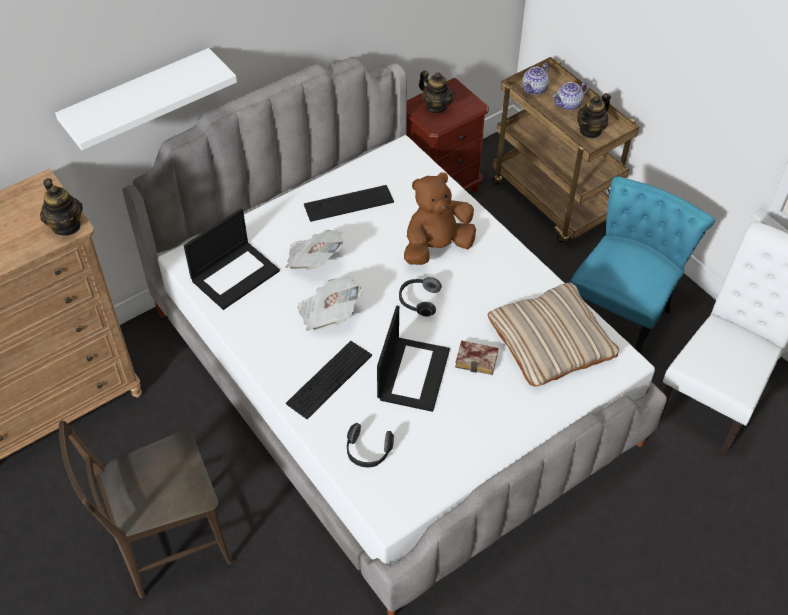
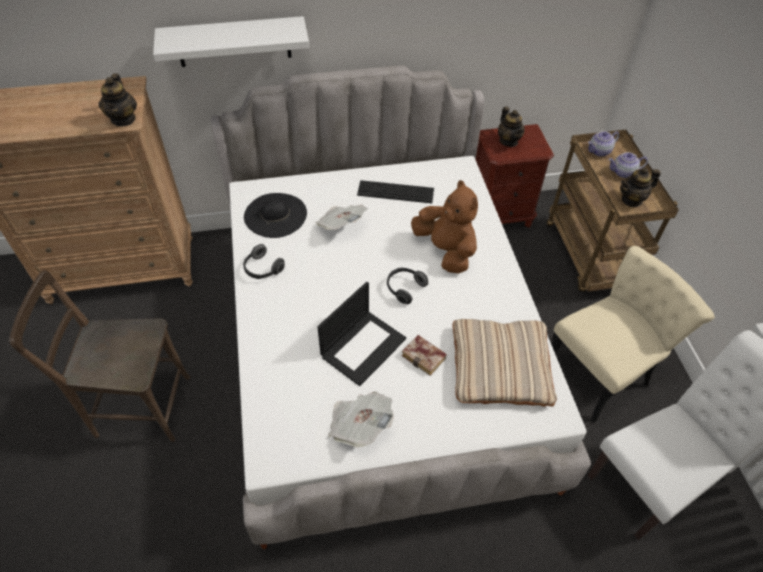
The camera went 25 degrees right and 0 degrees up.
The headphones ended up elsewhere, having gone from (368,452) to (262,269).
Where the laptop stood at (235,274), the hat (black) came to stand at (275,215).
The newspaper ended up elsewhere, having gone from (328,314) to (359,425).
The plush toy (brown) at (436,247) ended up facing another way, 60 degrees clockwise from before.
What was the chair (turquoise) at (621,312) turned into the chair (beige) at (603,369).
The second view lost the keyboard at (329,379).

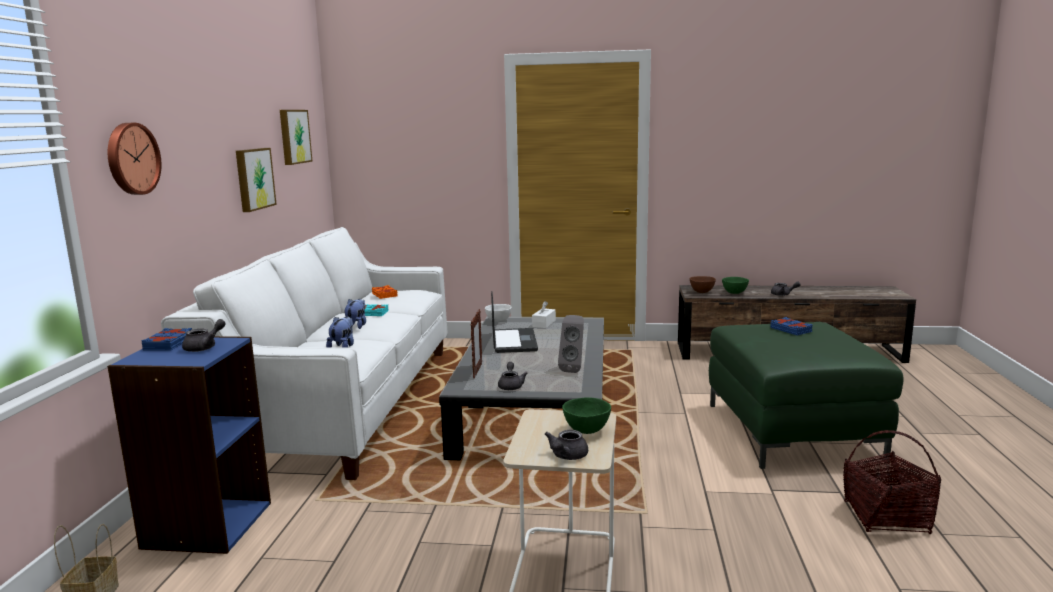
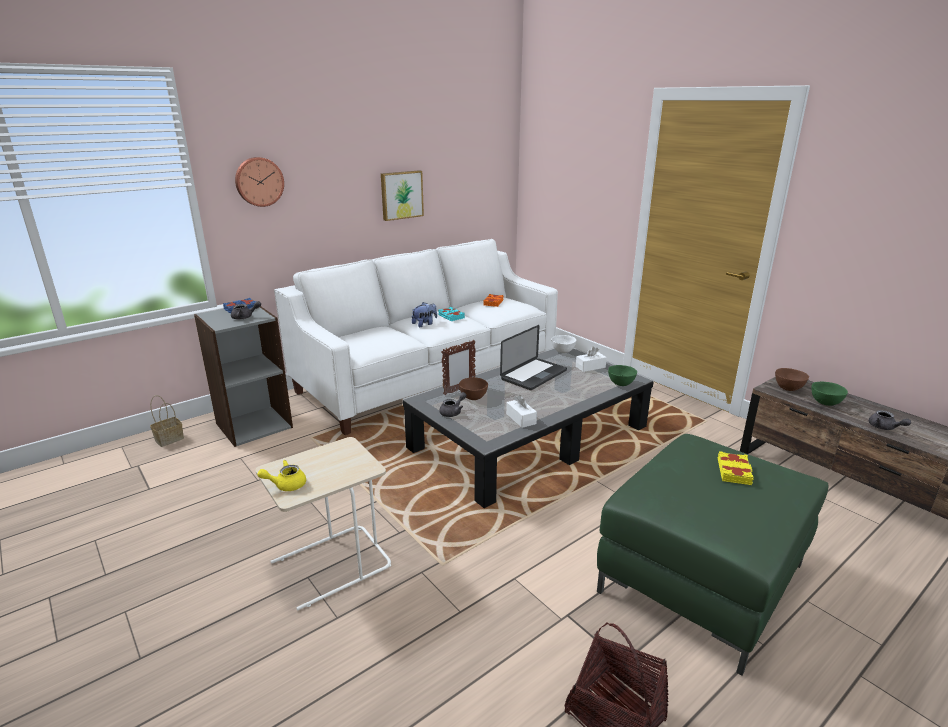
The camera went 45 degrees right and 10 degrees up.
What was the bookcase (blue) at (207,525) turned into the bookcase (grey) at (254,425).
What was the teapot (grey) at (566,456) turned into the teapot (yellow) at (286,485).
The second view gained the bowl (brown) at (473,397).
Where the speaker (grey) stood at (574,369), the tissue box (white) came to stand at (521,419).
The bowl (green) ended up elsewhere, having gone from (586,431) to (620,384).
What was the book (blue) at (791,329) turned into the book (yellow) at (734,472).
The second view lost the picture at (293,136).
The second view lost the plush toy at (343,347).

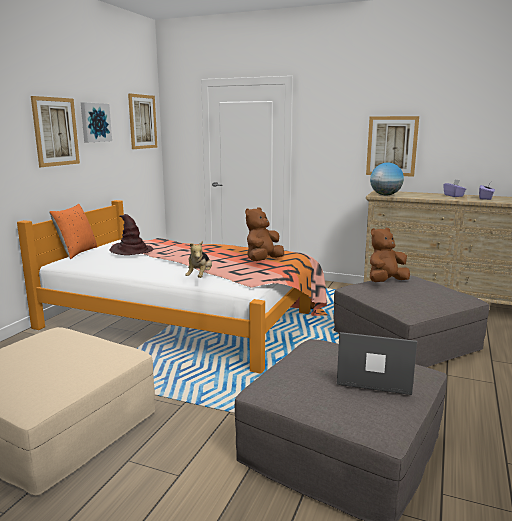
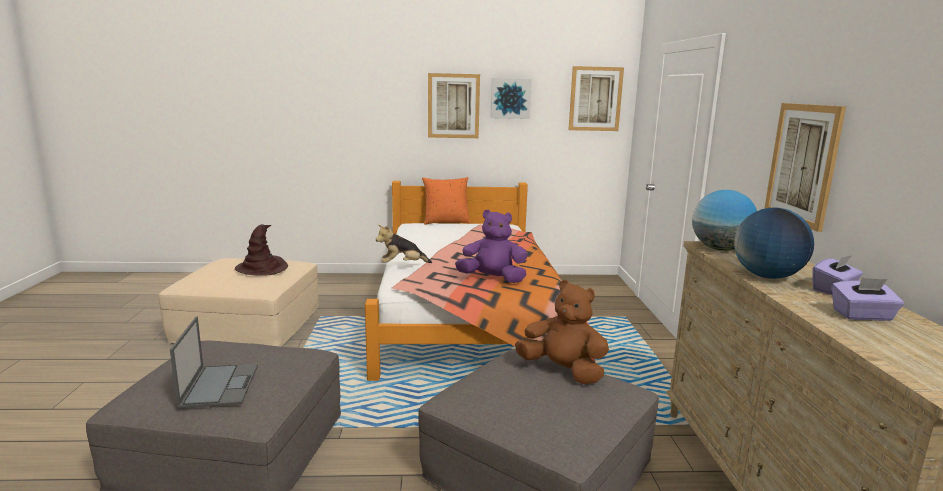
The camera went 65 degrees right and 0 degrees up.
The hat (brown) ended up elsewhere, having gone from (131,251) to (262,268).
What was the plush toy (brown) at (263,261) turned into the plush toy (purple) at (492,279).
The second view gained the globe at (767,276).

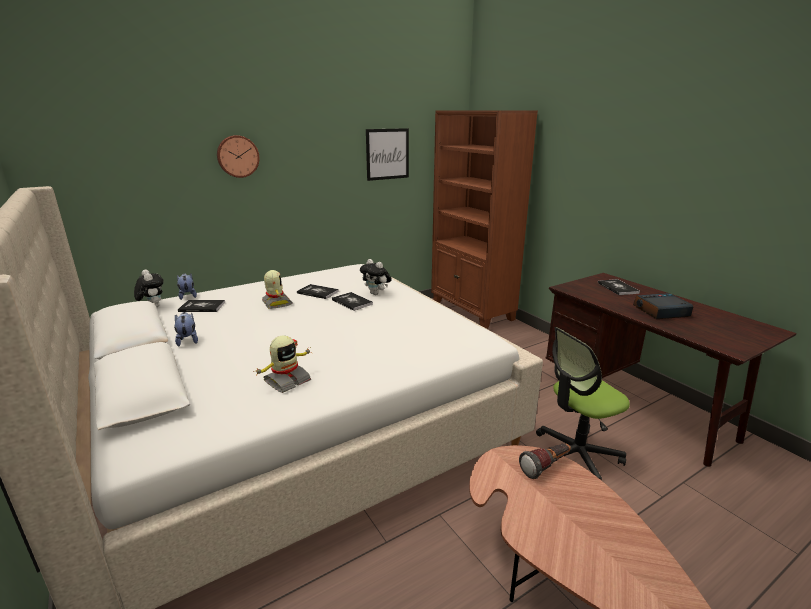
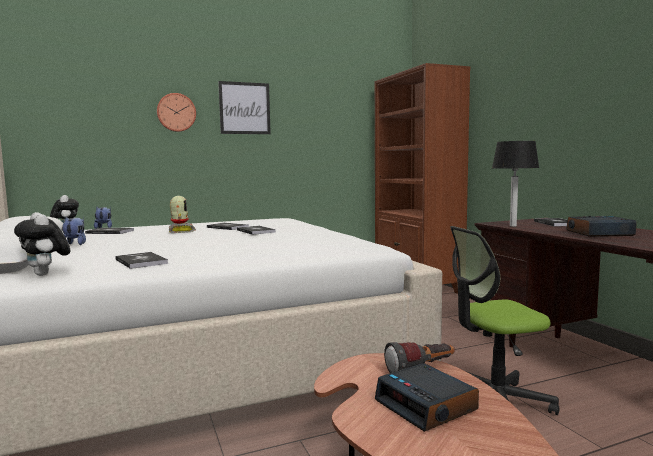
The camera went 10 degrees right and 15 degrees down.
The plush toy ended up elsewhere, having gone from (376,294) to (46,274).
Where the toy robot stood at (286,381), the book came to stand at (141,261).
The picture ended up elsewhere, having gone from (387,154) to (244,108).
The second view gained the alarm clock at (427,406).
The second view gained the table lamp at (513,226).

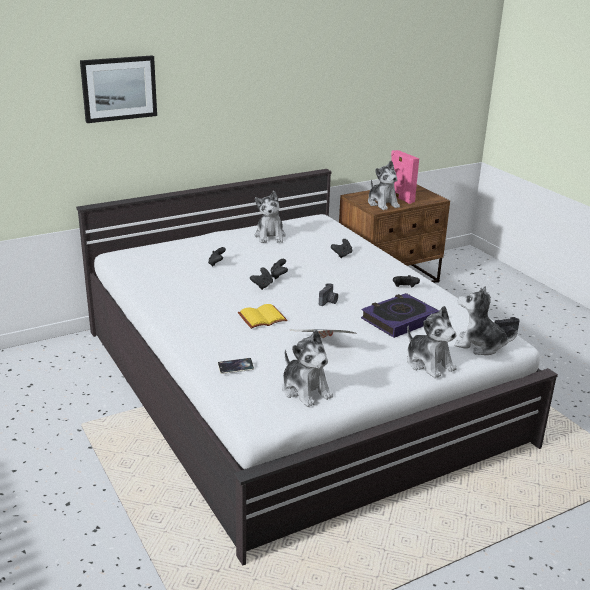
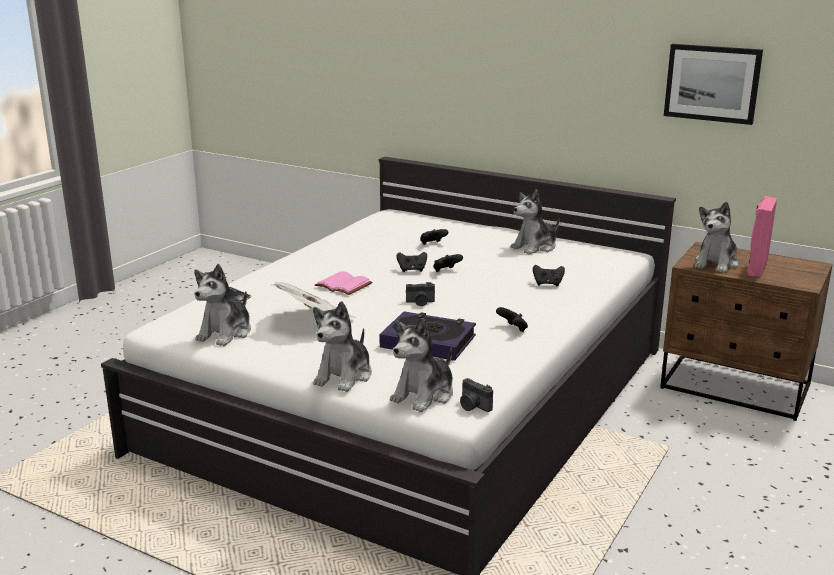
The camera went 60 degrees right and 5 degrees down.
What was the book (yellow) at (262,319) turned into the book (pink) at (342,286).
The plush toy at (479,345) ended up facing another way, 135 degrees counterclockwise from before.
The picture ended up elsewhere, having gone from (119,88) to (712,83).

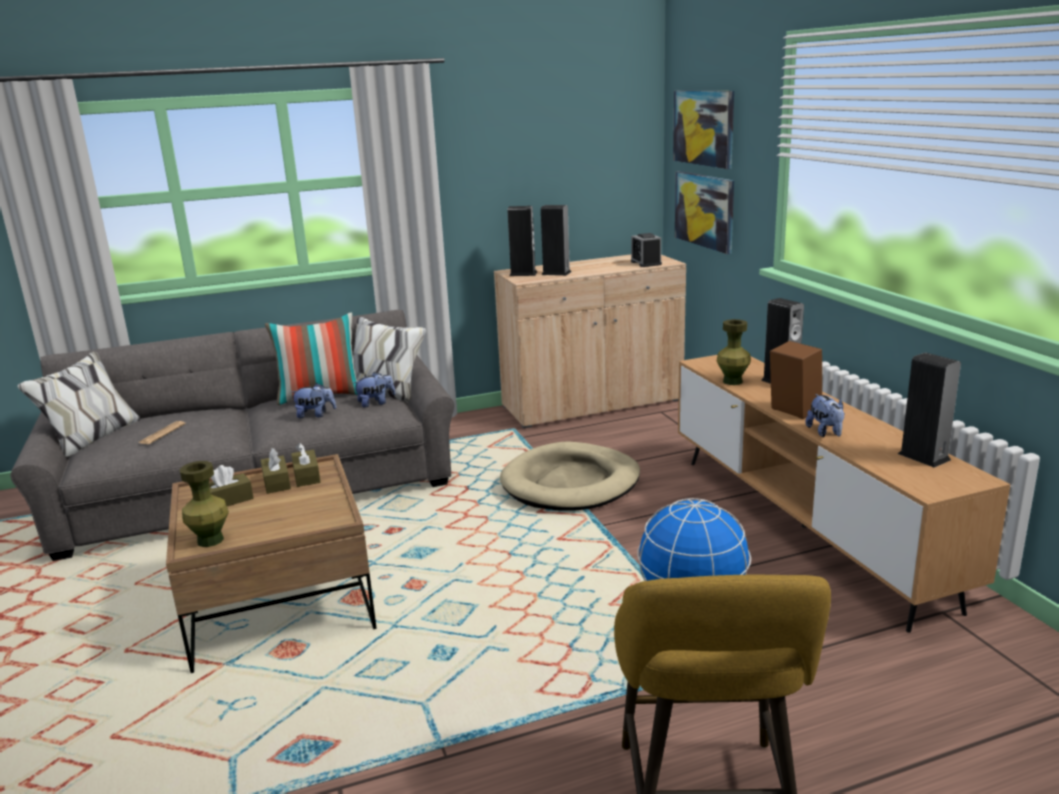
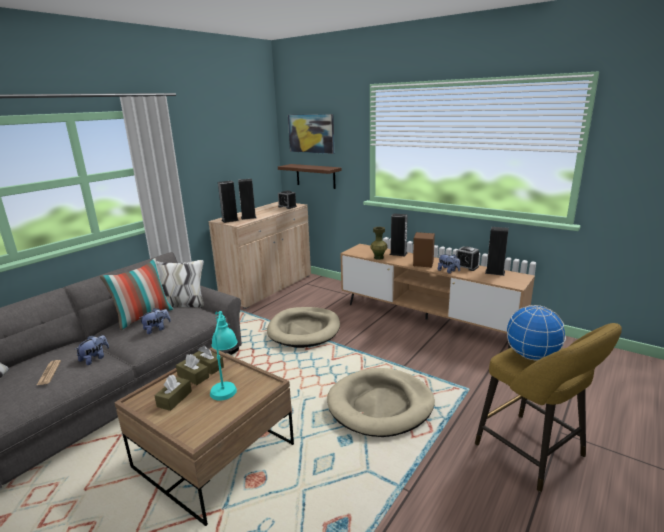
The camera went 35 degrees left and 0 degrees up.
The plush toy ended up elsewhere, having gone from (376,403) to (95,358).
The second view gained the table lamp (turquoise) at (226,384).
Where the picture hung at (704,210), the shelf (brown) came to hang at (315,176).
The second view gained the dog bed (beige) at (380,405).
The second view gained the alarm clock at (466,267).
The second view lost the vase (green) at (211,540).

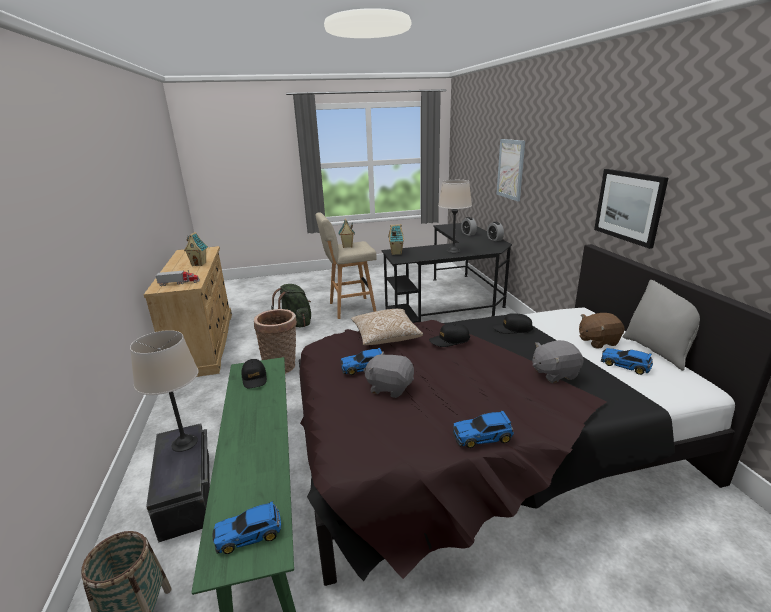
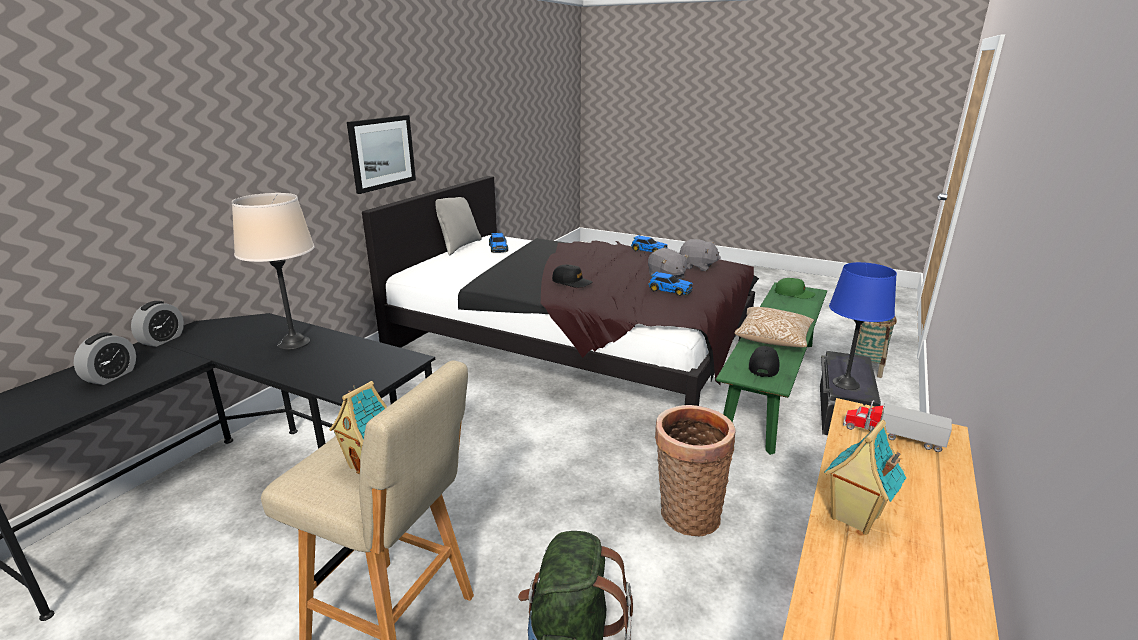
The camera went 140 degrees left and 0 degrees up.
The plush toy (grey) ended up elsewhere, having gone from (554,373) to (697,267).
The pillow ended up elsewhere, having gone from (385,337) to (773,339).
Where the toy car stood at (250,534), the cap (green) came to stand at (794,294).
What was the table lamp (beige) at (185,443) turned into the table lamp (blue) at (845,383).
The second view lost the toy house at (396,253).
The second view lost the cap (black) at (512,329).
The second view lost the picture at (510,169).
The second view lost the plush toy (brown) at (597,341).

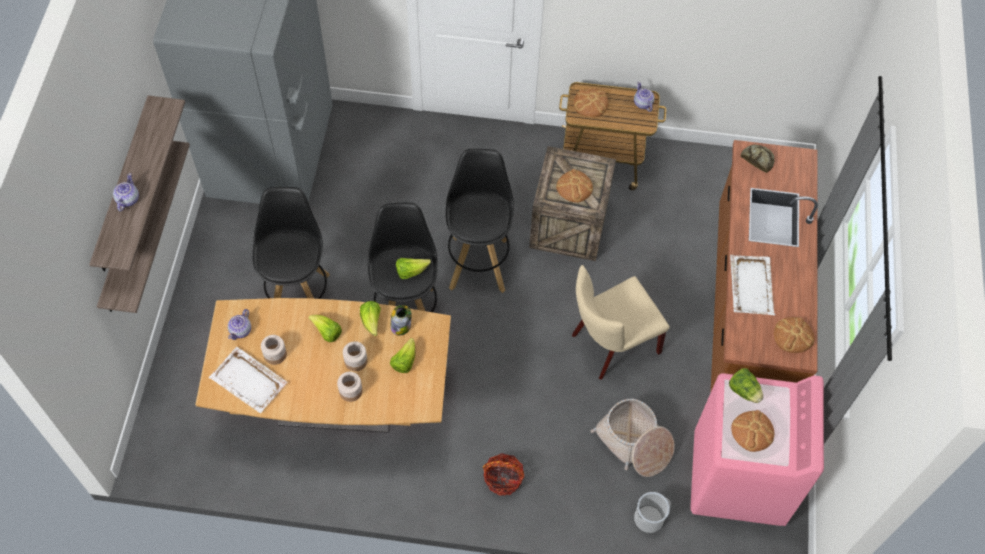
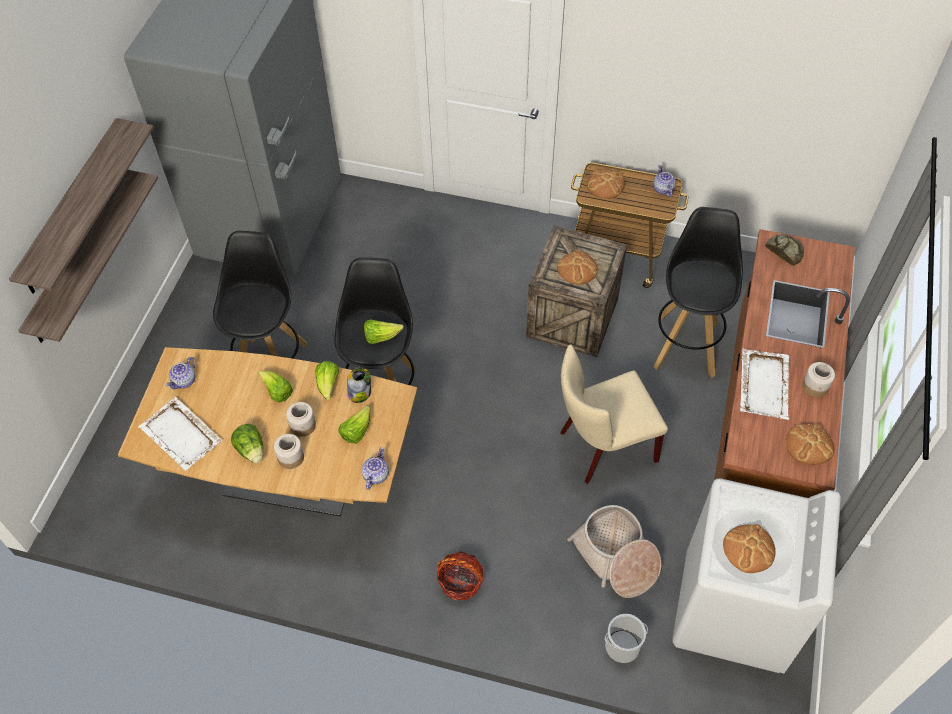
The camera went 10 degrees right and 5 degrees down.
The lettuce ended up elsewhere, having gone from (744,391) to (251,450).
The teapot ended up elsewhere, having gone from (127,199) to (375,475).
The stool (black) ended up elsewhere, having gone from (478,262) to (686,344).
What was the washing machine (pink) at (738,478) turned into the washing machine (white) at (733,612).
The jar ended up elsewhere, having gone from (275,354) to (815,386).

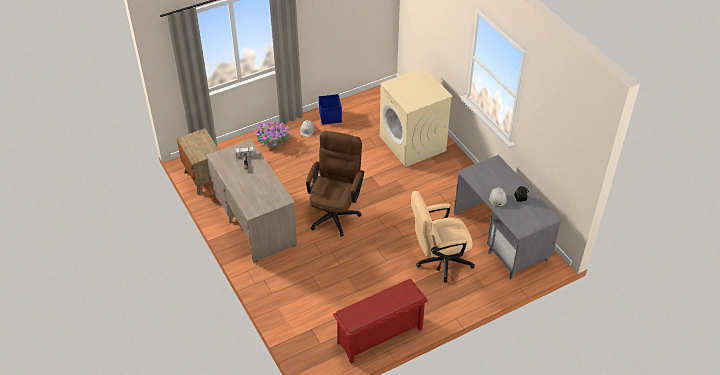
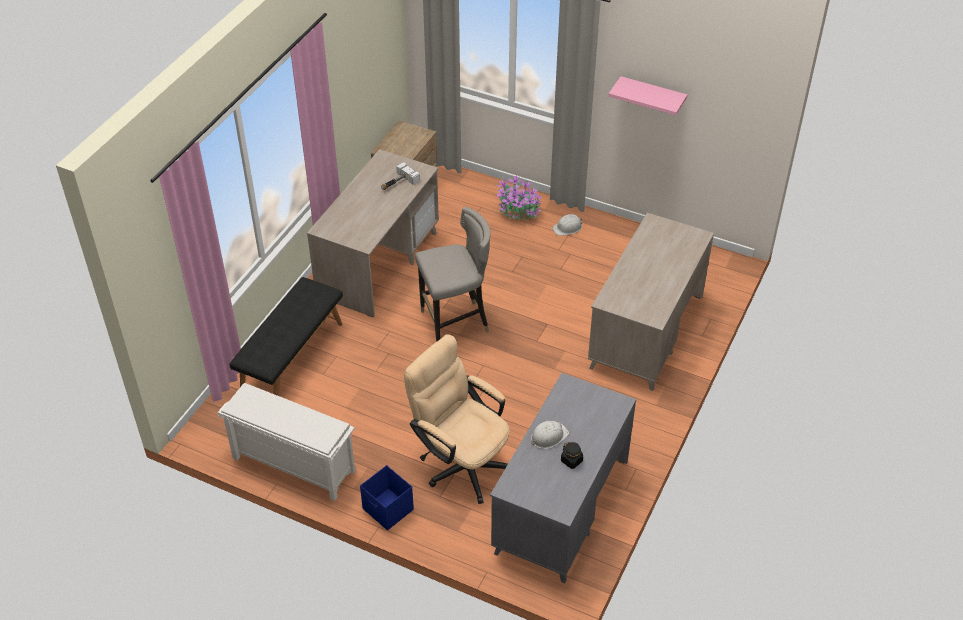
The camera went 55 degrees right and 0 degrees up.
What was the shoe rack (red) at (379,336) turned into the shoe rack (white) at (292,465).
The second view gained the bench (black) at (291,357).
The storage box (blue) ended up elsewhere, having gone from (330,117) to (388,510).
Where the office chair (brown) stood at (335,212), the stool (grey) came to stand at (455,323).
Where the washing machine (beige) stood at (413,144), the desk (beige) came to stand at (646,333).
The second view gained the shelf (pink) at (652,96).

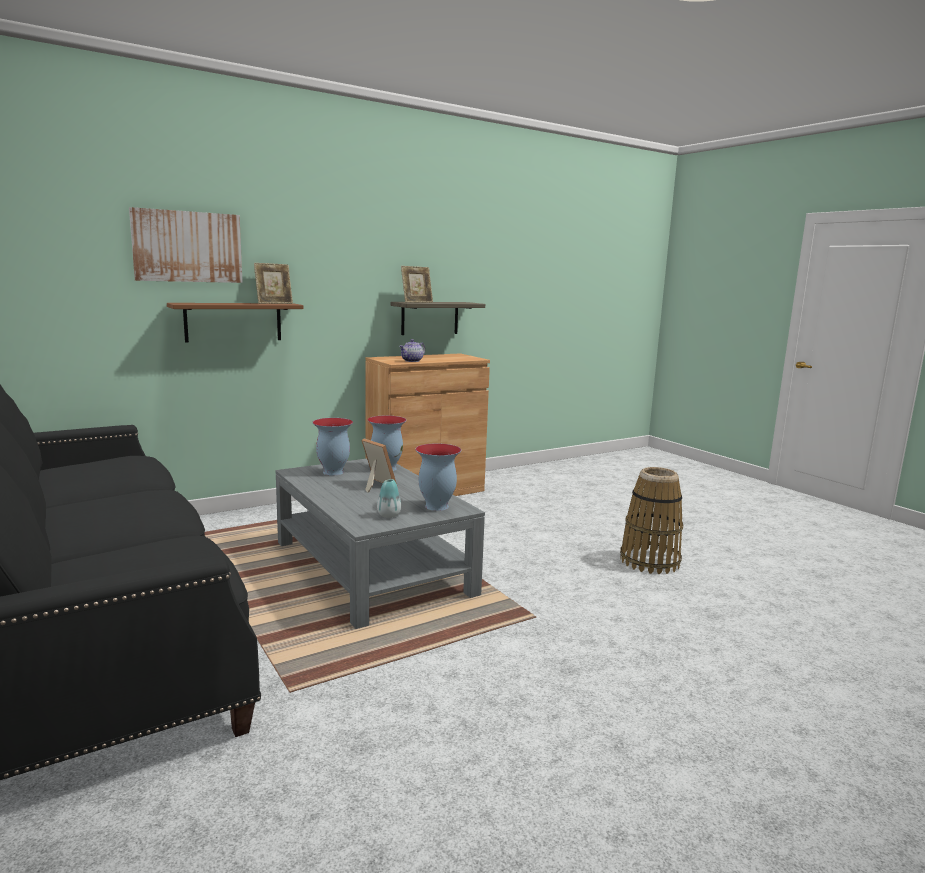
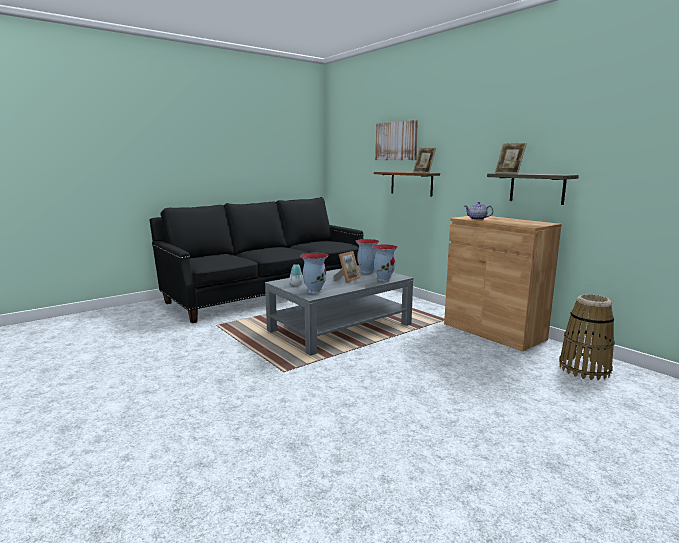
The camera went 85 degrees right and 0 degrees up.
The basket ended up elsewhere, having gone from (649,561) to (584,369).

